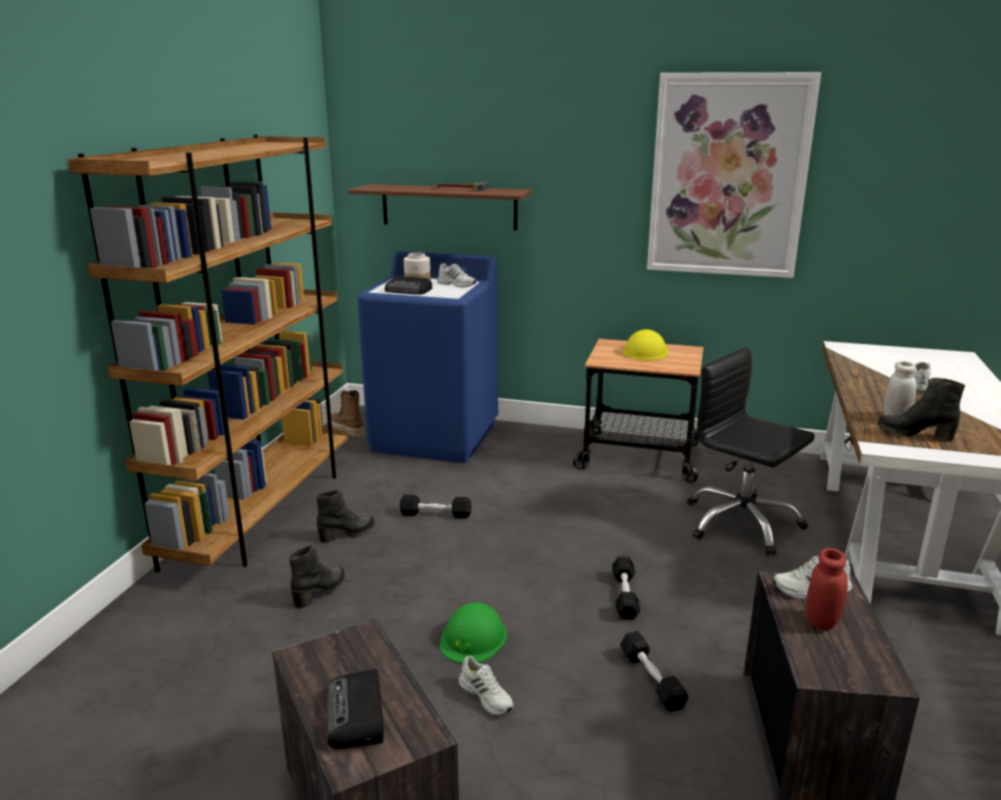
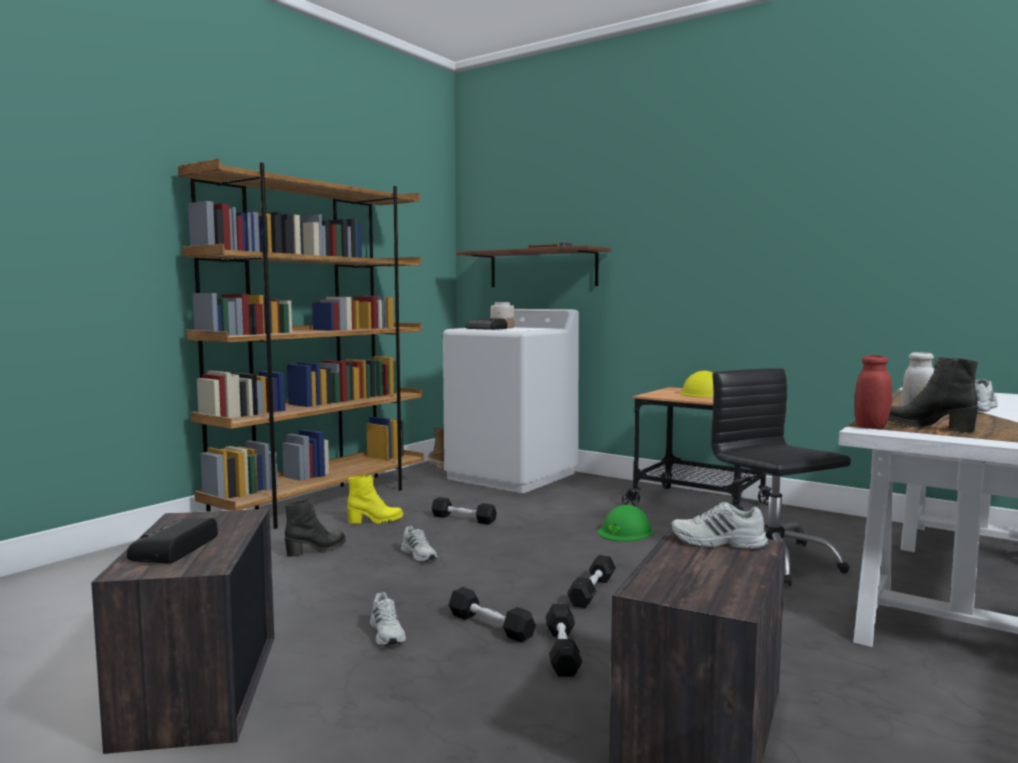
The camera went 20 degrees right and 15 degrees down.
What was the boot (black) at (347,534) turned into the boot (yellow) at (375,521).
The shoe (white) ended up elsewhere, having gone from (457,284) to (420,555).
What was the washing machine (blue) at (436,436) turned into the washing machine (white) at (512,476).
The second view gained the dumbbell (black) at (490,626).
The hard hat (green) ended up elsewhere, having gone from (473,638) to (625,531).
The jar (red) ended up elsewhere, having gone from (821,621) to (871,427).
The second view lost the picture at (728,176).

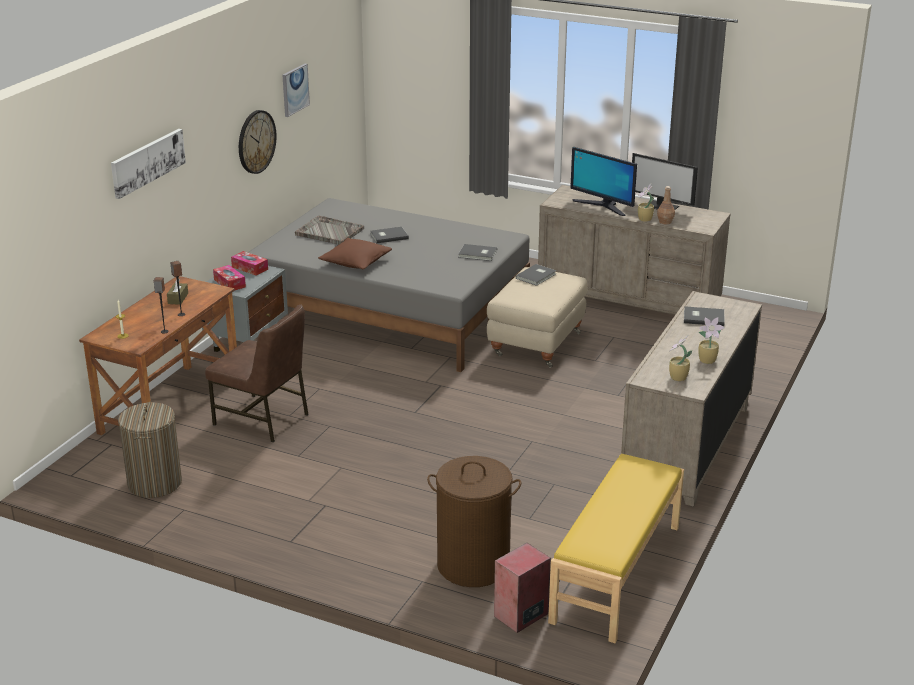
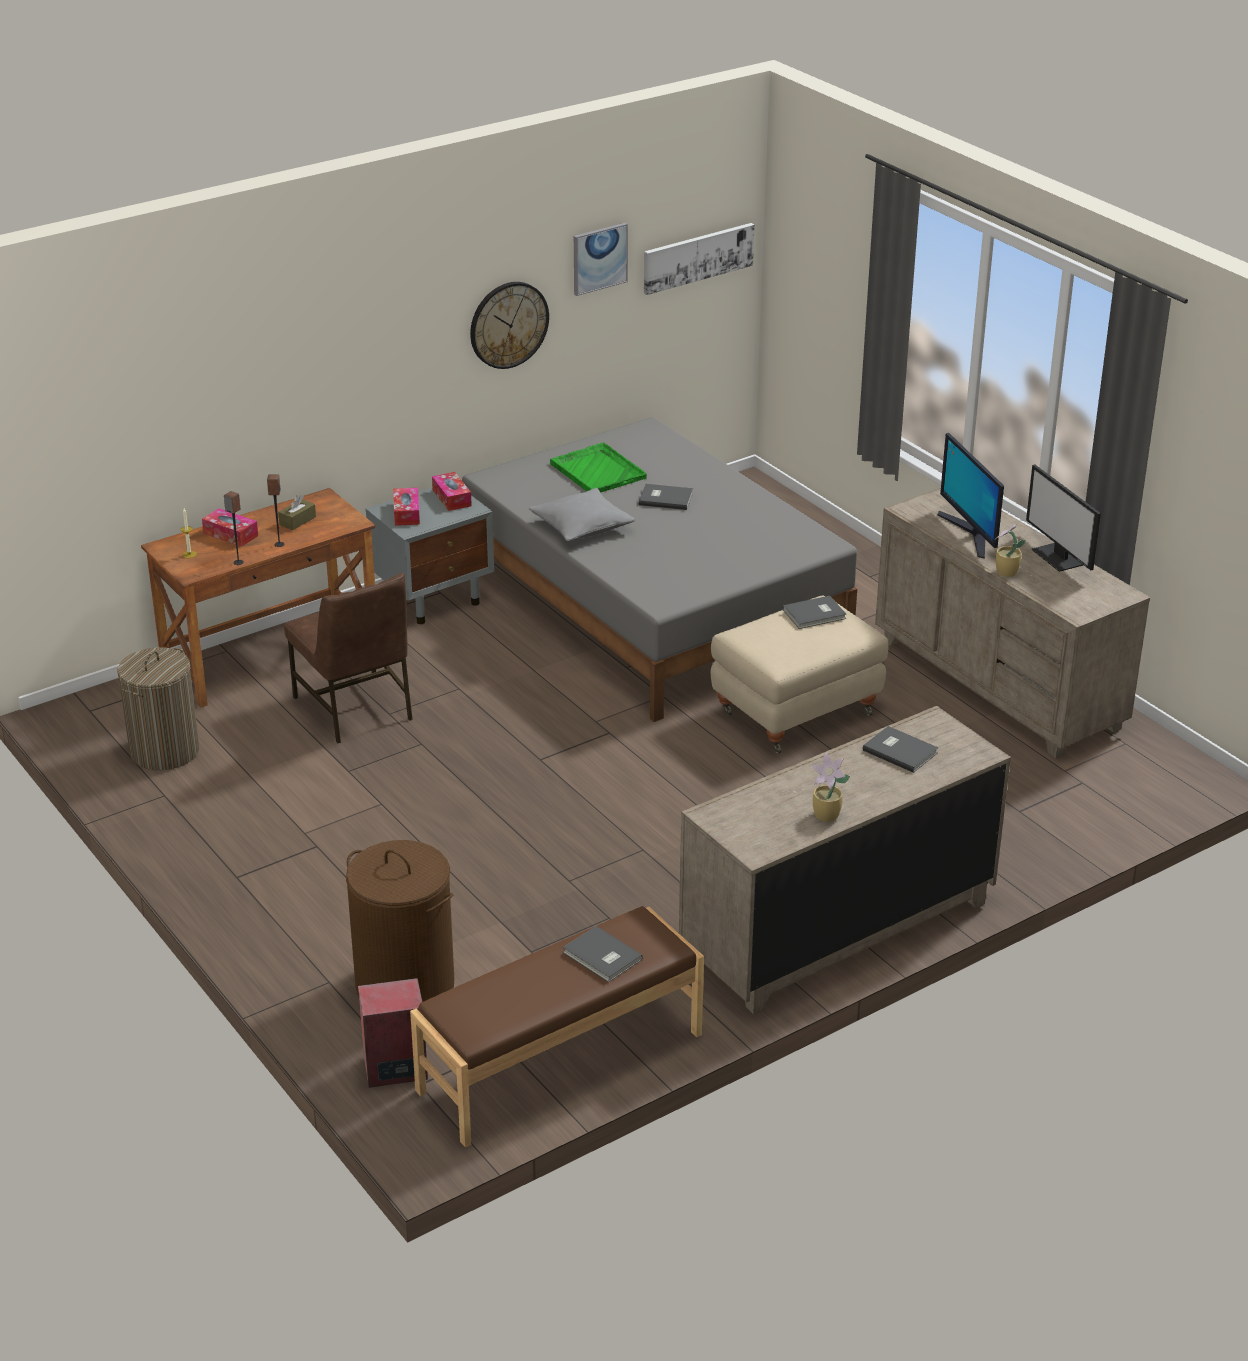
The camera went 30 degrees right and 5 degrees up.
The second view gained the tissue box at (230,534).
What was the bench (yellow) at (617,573) turned into the bench (brown) at (561,1063).
What was the pillow (brown) at (355,262) turned into the pillow (grey) at (582,527).
What was the tray (grey) at (329,232) turned into the tray (green) at (597,470).
The book (grey) ended up elsewhere, having gone from (478,254) to (602,957).
The picture ended up elsewhere, having gone from (147,162) to (697,257).
The second view lost the bottle (brown) at (665,222).
The second view lost the potted plant at (677,378).

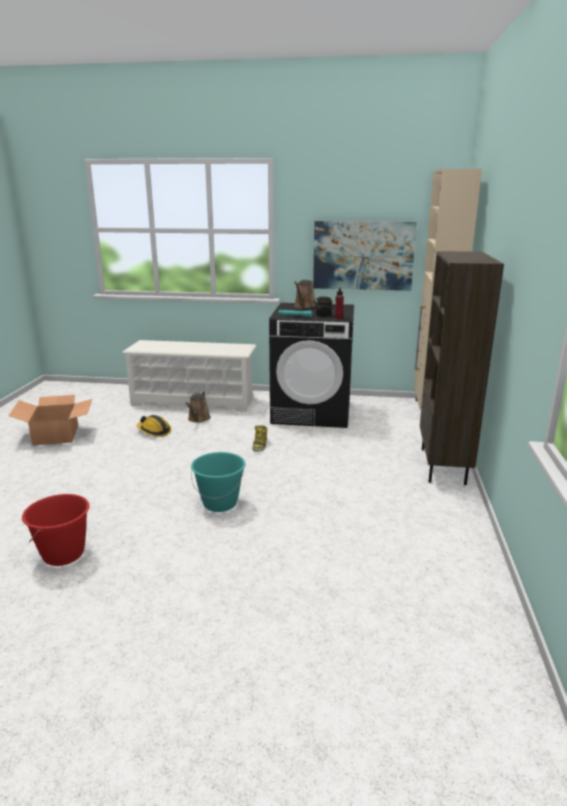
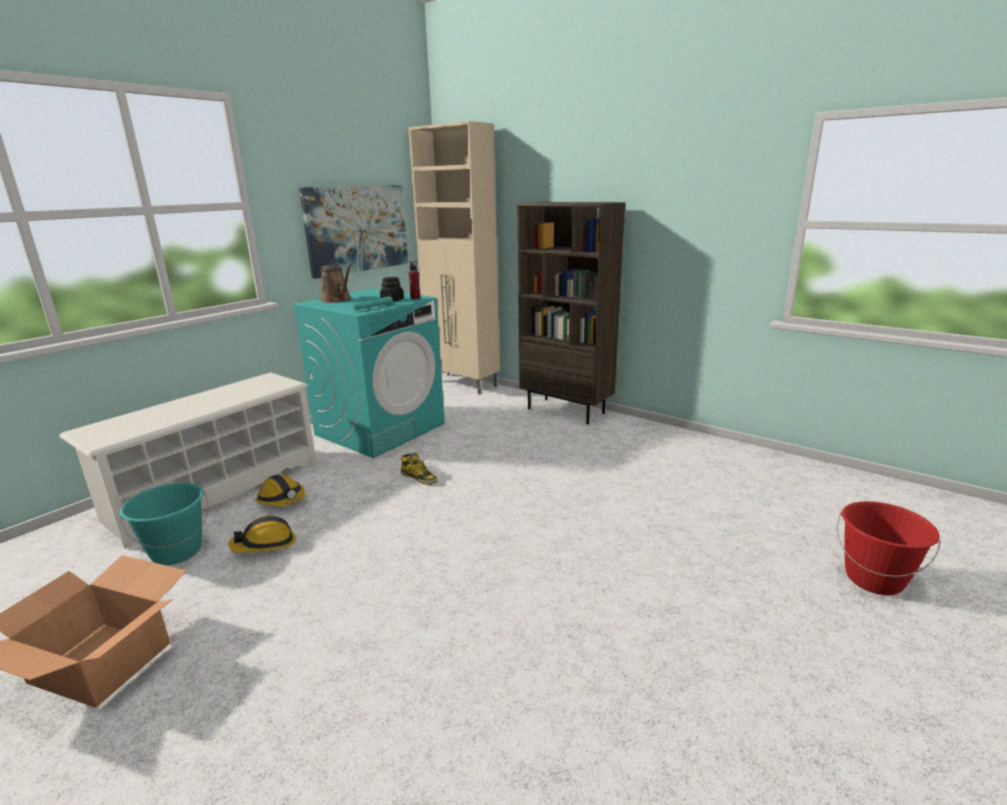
The camera went 60 degrees left and 0 degrees up.
The bucket (turquoise) ended up elsewhere, having gone from (220,503) to (177,552).
Where the watering can (brown) stood at (198,419), the hard hat came to stand at (282,500).
What was the washing machine (black) at (312,412) turned into the washing machine (turquoise) at (381,429).
The bucket (red) ended up elsewhere, having gone from (64,554) to (874,579).

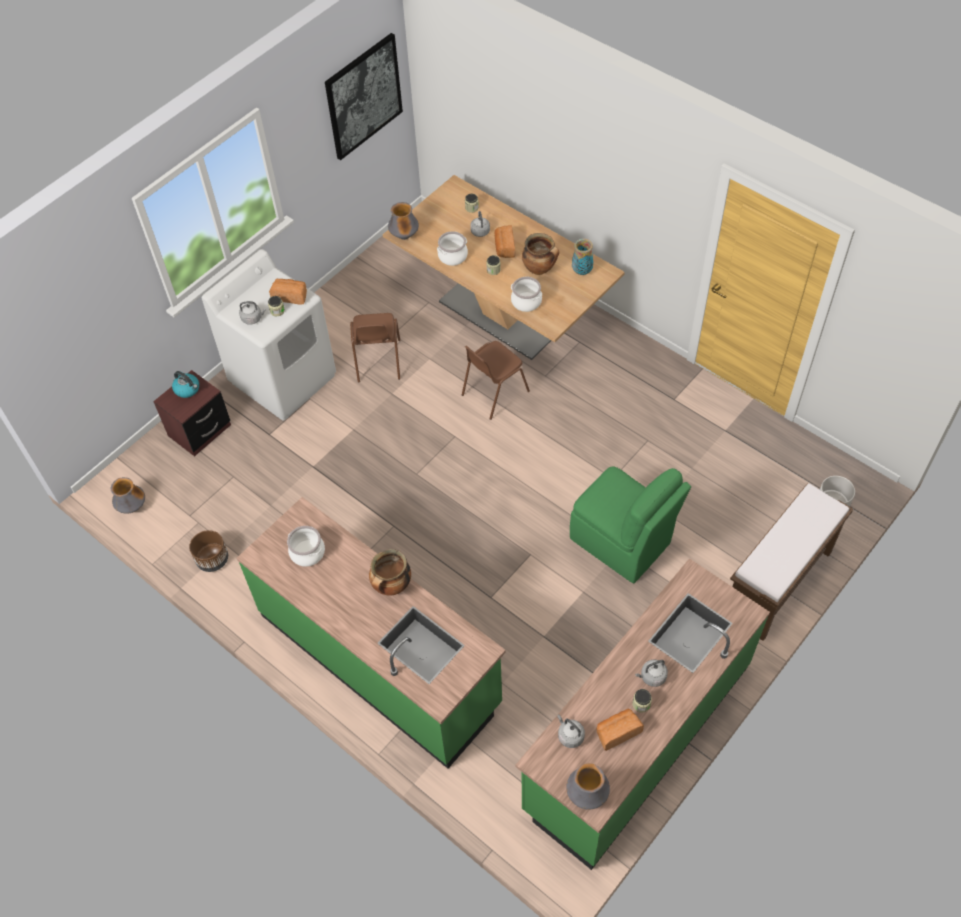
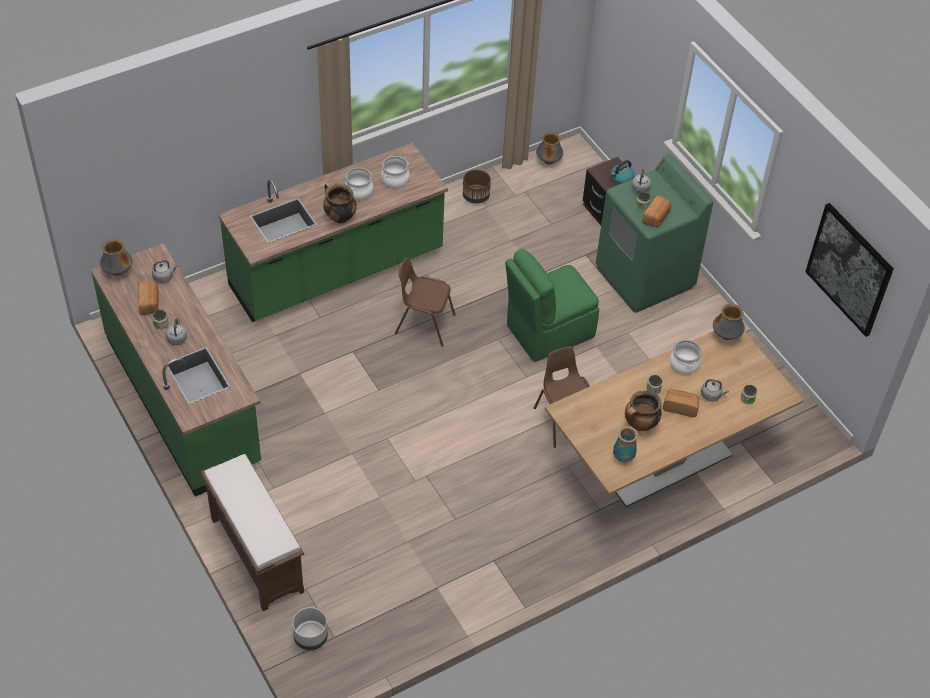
The camera went 105 degrees right and 5 degrees down.
The cooking pot ended up elsewhere, having gone from (526,301) to (359,191).
The chair (brown) ended up elsewhere, having gone from (378,361) to (424,324).
The chair (green) ended up elsewhere, having gone from (622,542) to (548,332).
What was the washing machine (white) at (284,378) turned into the washing machine (green) at (645,277).

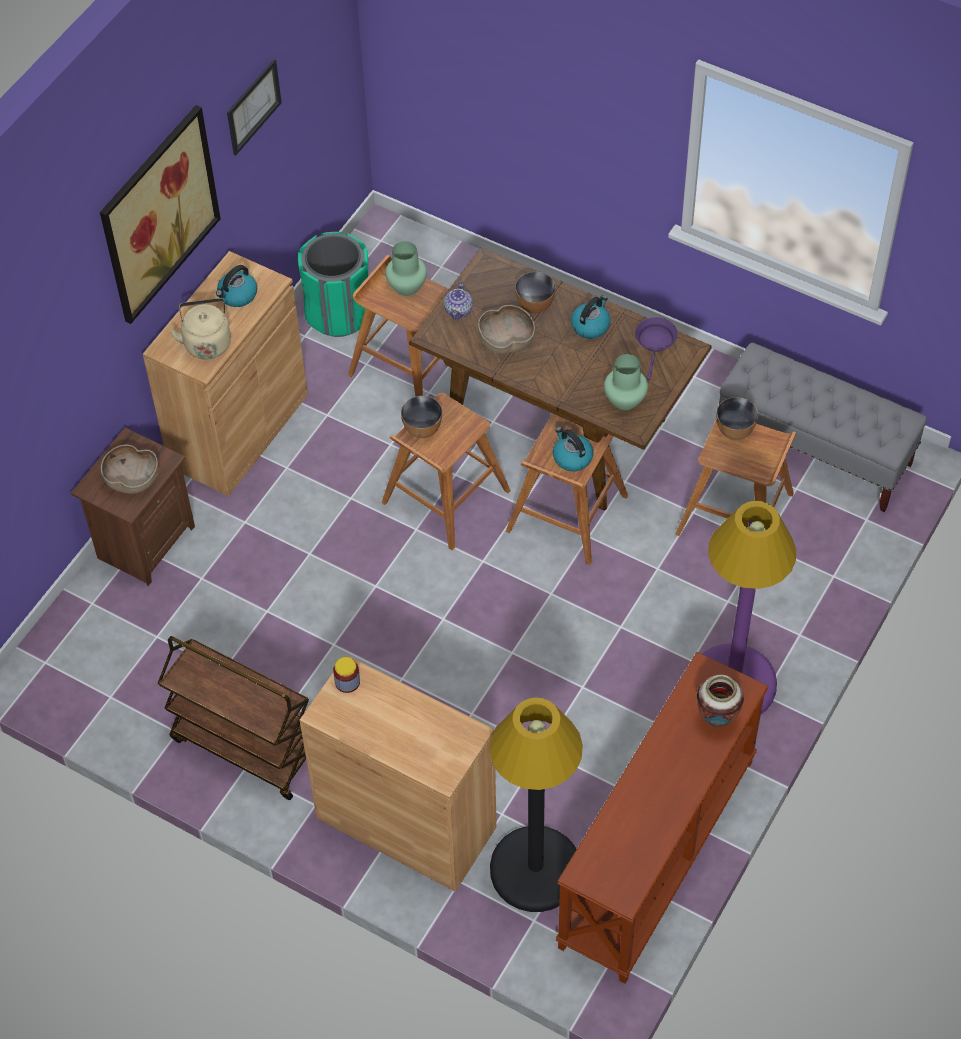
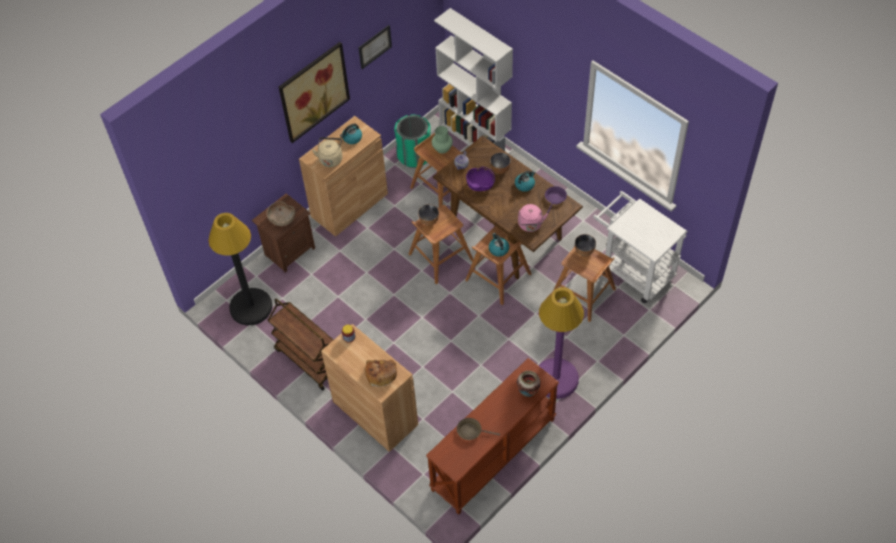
The camera went 15 degrees right and 0 degrees up.
The floor lamp (black) ended up elsewhere, having gone from (535,870) to (251,307).
The second view gained the bread at (380,373).
The second view gained the bookcase (white) at (475,138).
The second view gained the frying pan (brown) at (471,431).
What was the bowl (brown) at (506,341) turned into the bowl (purple) at (480,185).
Where the vase (green) stood at (624,400), the kettle (pink) came to stand at (530,225).
Where the bench (grey) stood at (814,452), the cart (white) came to stand at (633,270).

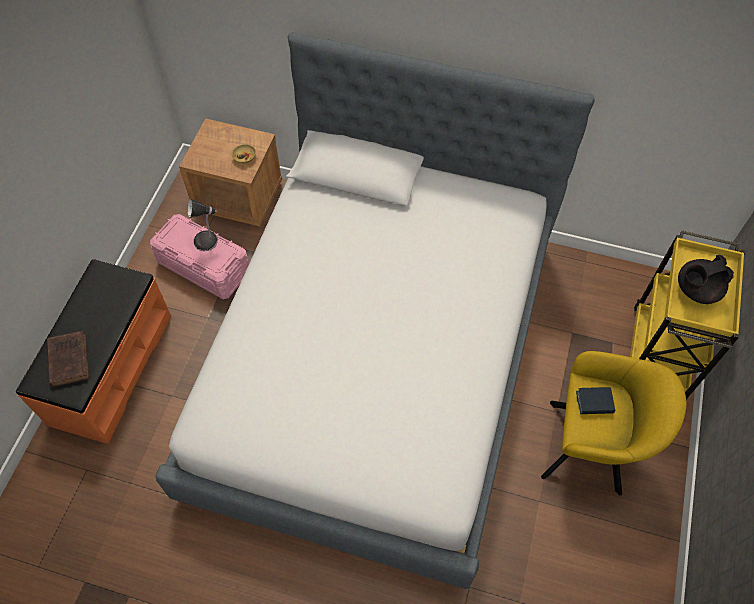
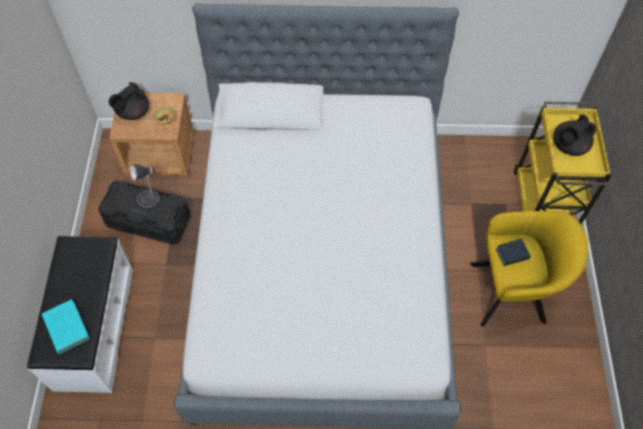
The camera went 15 degrees left and 0 degrees up.
What was the bench (orange) at (110,368) turned into the bench (white) at (93,328).
What was the book (brown) at (68,359) turned into the book (turquoise) at (66,326).
What was the storage box (pink) at (204,266) turned into the storage box (black) at (148,220).
The second view gained the teapot (black) at (132,112).

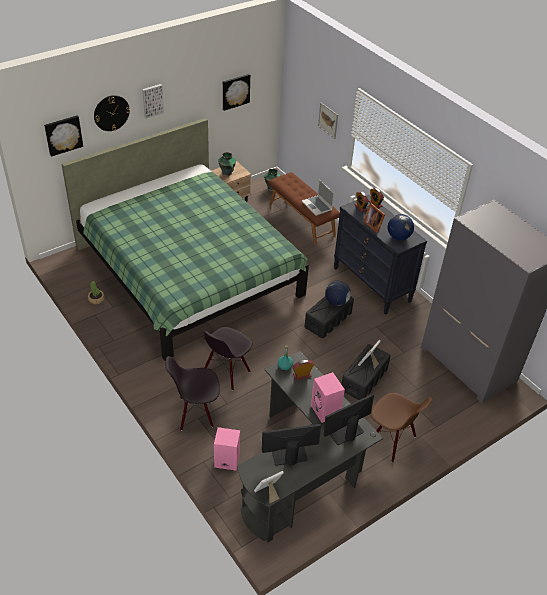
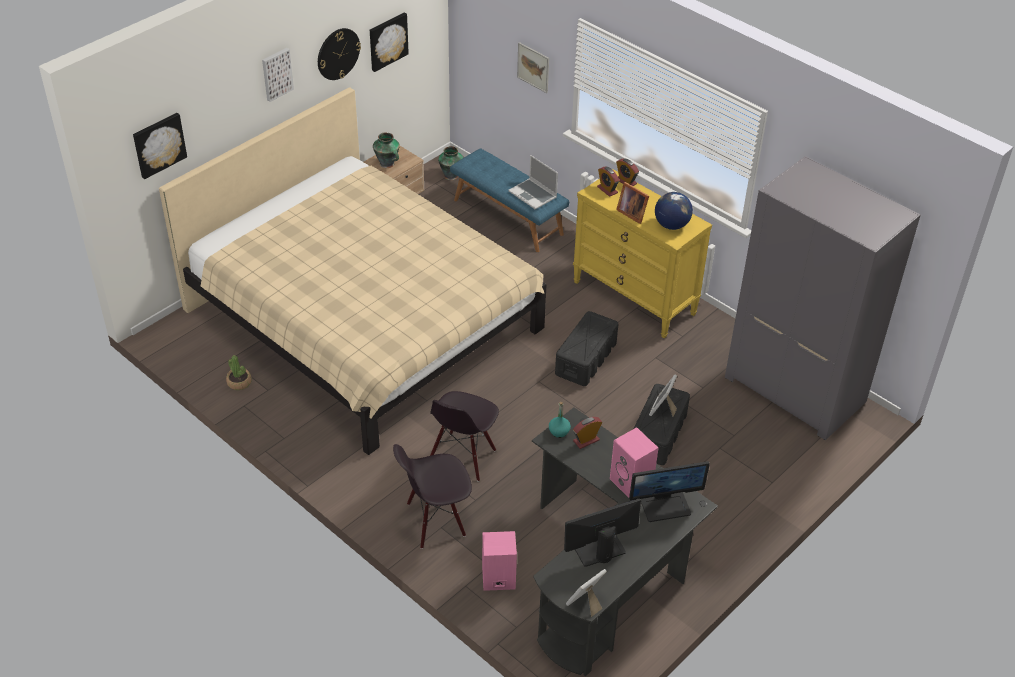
The camera went 10 degrees left and 0 degrees up.
What was the bed (green) at (188,272) turned into the bed (beige) at (363,320).
The wall clock ended up elsewhere, having gone from (111,113) to (338,53).
What was the bench (brown) at (302,219) turned into the bench (blue) at (508,216).
What was the dresser (black) at (372,284) turned into the dresser (yellow) at (634,298).
The monitor at (345,432) ended up facing another way, 150 degrees counterclockwise from before.
The second view lost the globe at (336,302).
The second view lost the chair (brown) at (391,440).

